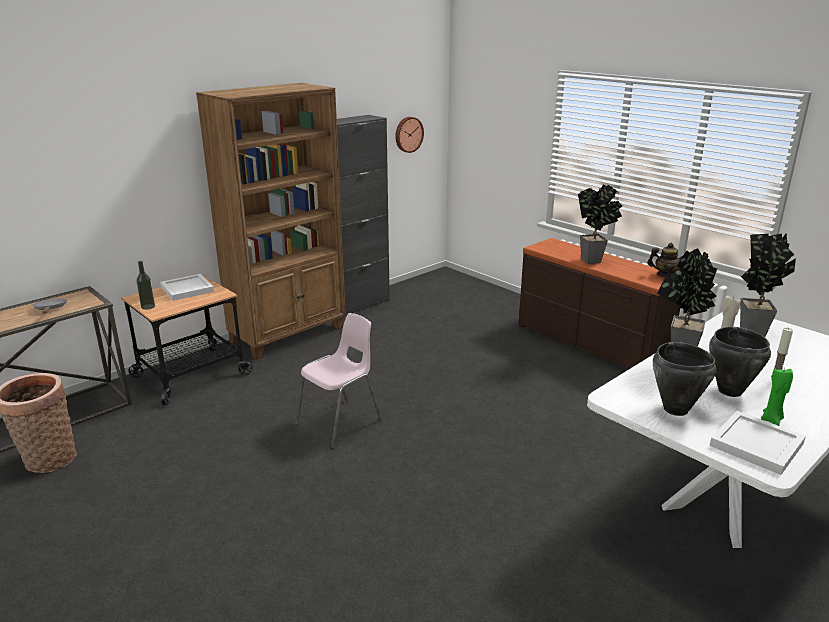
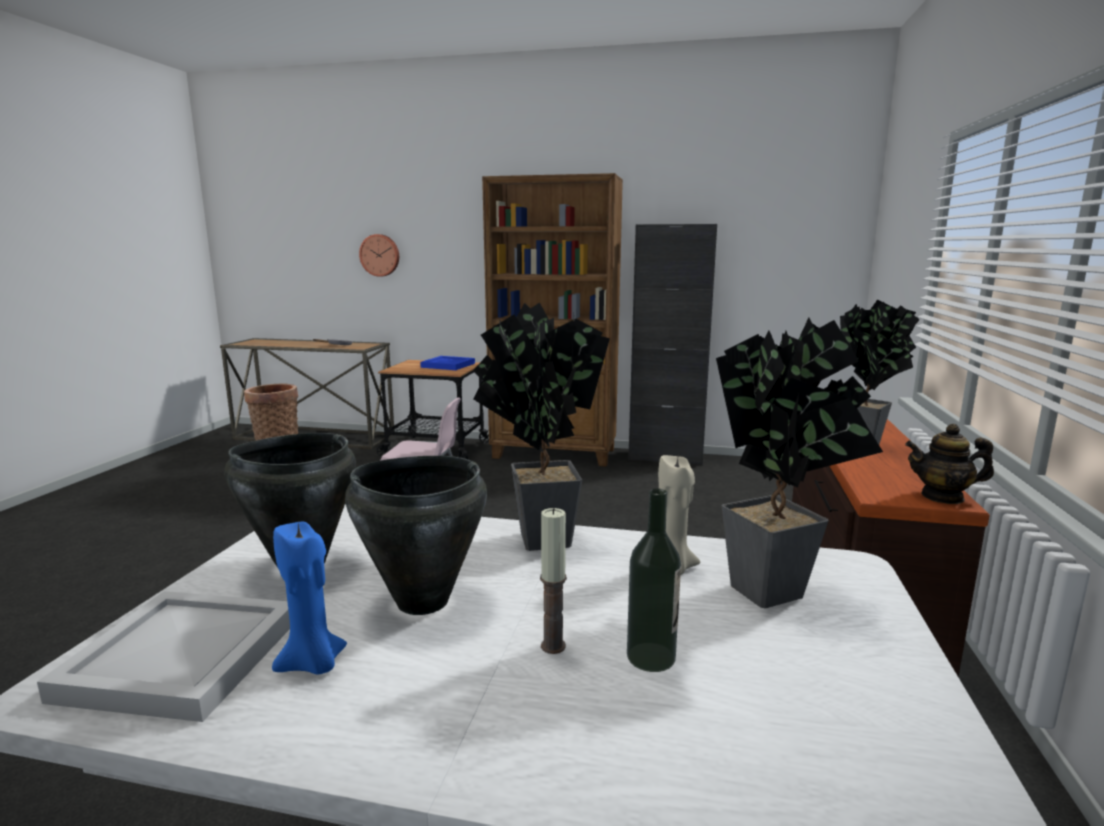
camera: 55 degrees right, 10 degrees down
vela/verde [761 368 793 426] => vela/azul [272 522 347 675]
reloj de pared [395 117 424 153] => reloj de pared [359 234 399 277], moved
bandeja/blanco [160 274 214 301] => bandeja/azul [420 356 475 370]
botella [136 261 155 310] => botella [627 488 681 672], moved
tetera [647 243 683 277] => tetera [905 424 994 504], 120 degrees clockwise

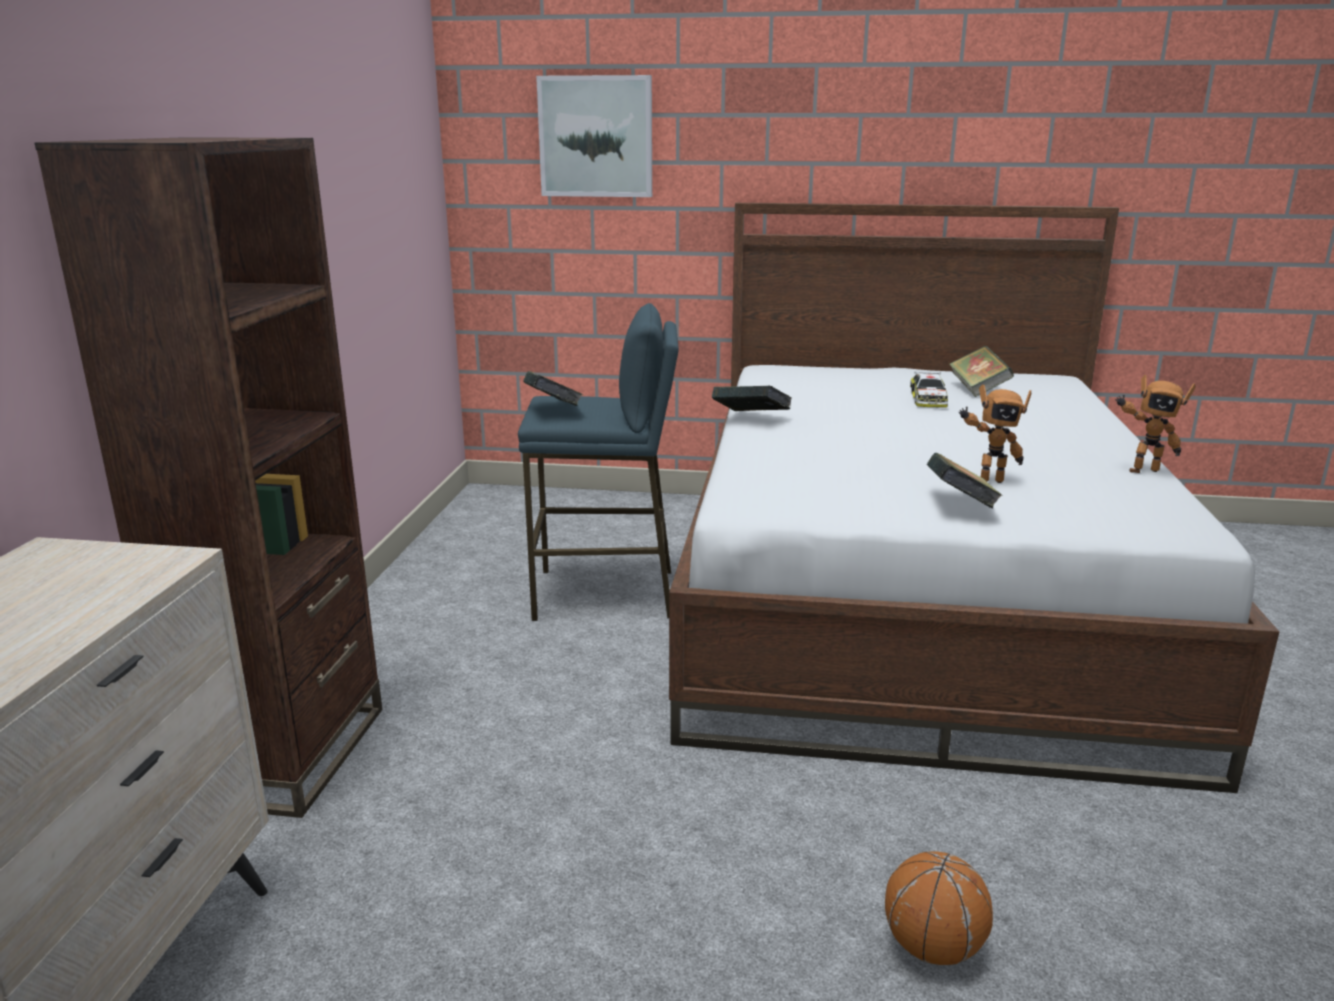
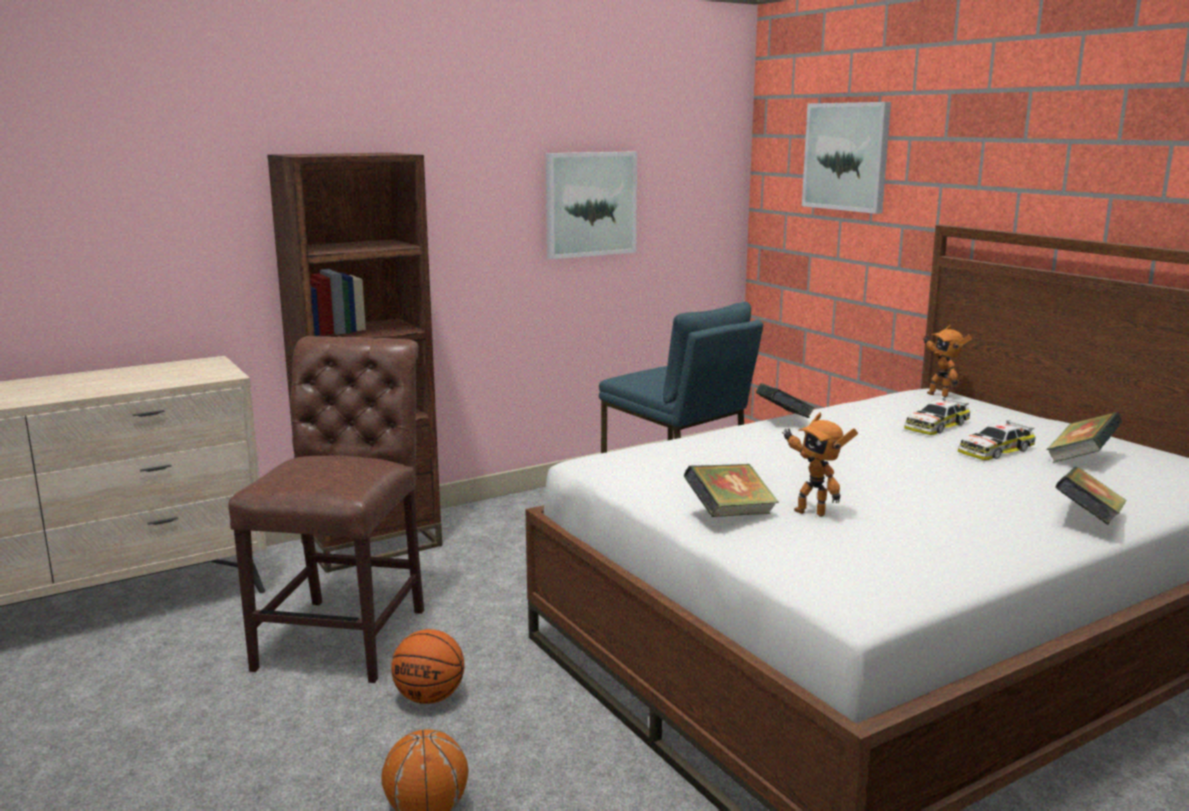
camera: 50 degrees right, 5 degrees down
nothing => silla/marrón [228 336 424 683]
nothing => balón de baloncesto [391 629 464 704]
nothing => cuadro [546 152 637 259]
nothing => coche de juguete [904 397 970 435]
robot de juguete [1115 375 1196 473] => robot de juguete [923 325 972 397], moved
libro [523 371 583 406] => libro [1055 467 1127 525], moved

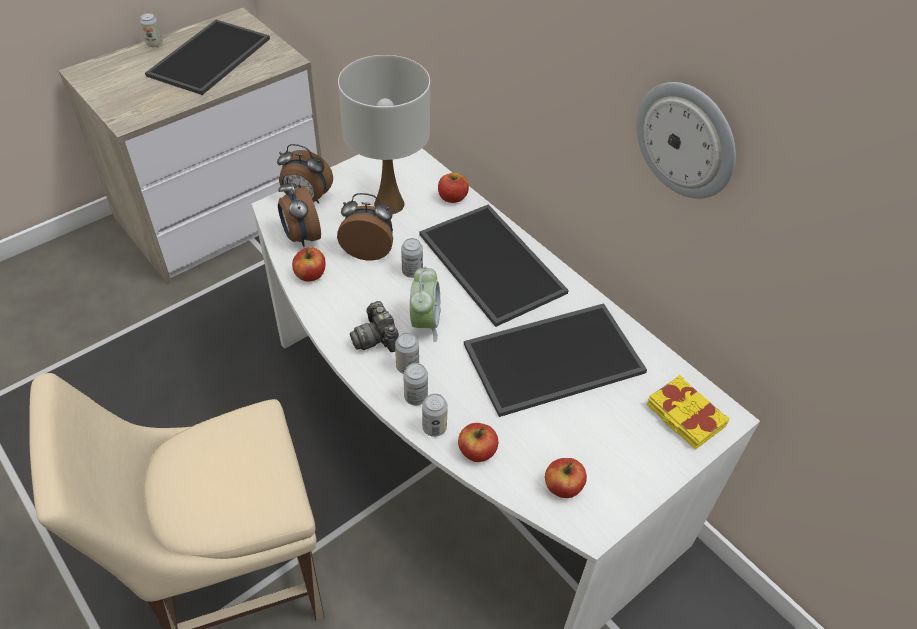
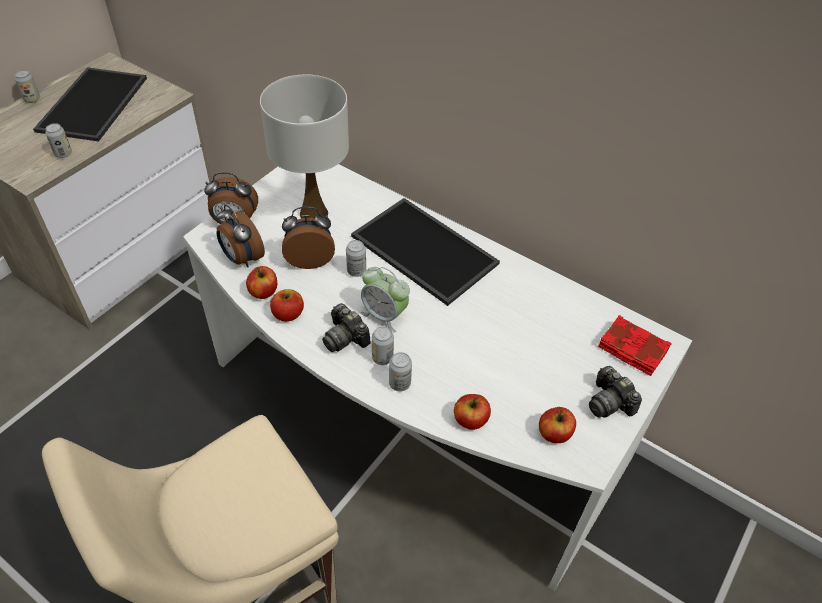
camera: 15 degrees left, 0 degrees up
lata [422 394 448 437] => lata [45 123 72 158], moved
manzana [438 173 469 203] => manzana [270 289 304 322], moved
despertador [410 267 441 342] => despertador [361 267 410 332], 135 degrees clockwise
nothing => cámara [589 366 642 418]
libro/amarillo [647 375 730 450] => libro/rojo [598 315 672 376]
bandeja [464 303 647 417] => nothing
reloj de pared [636 82 736 199] => nothing

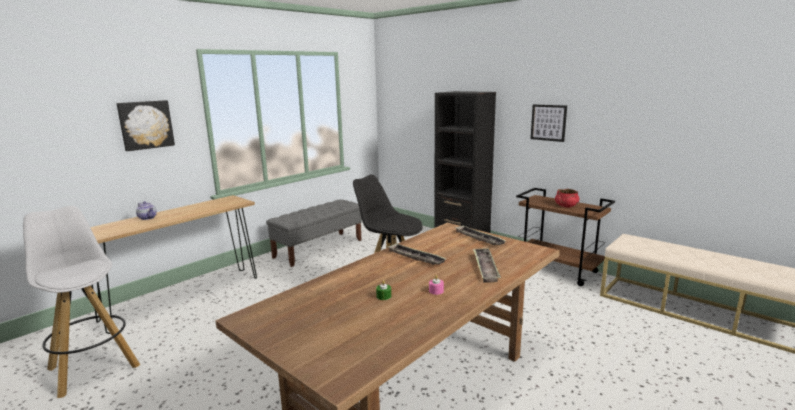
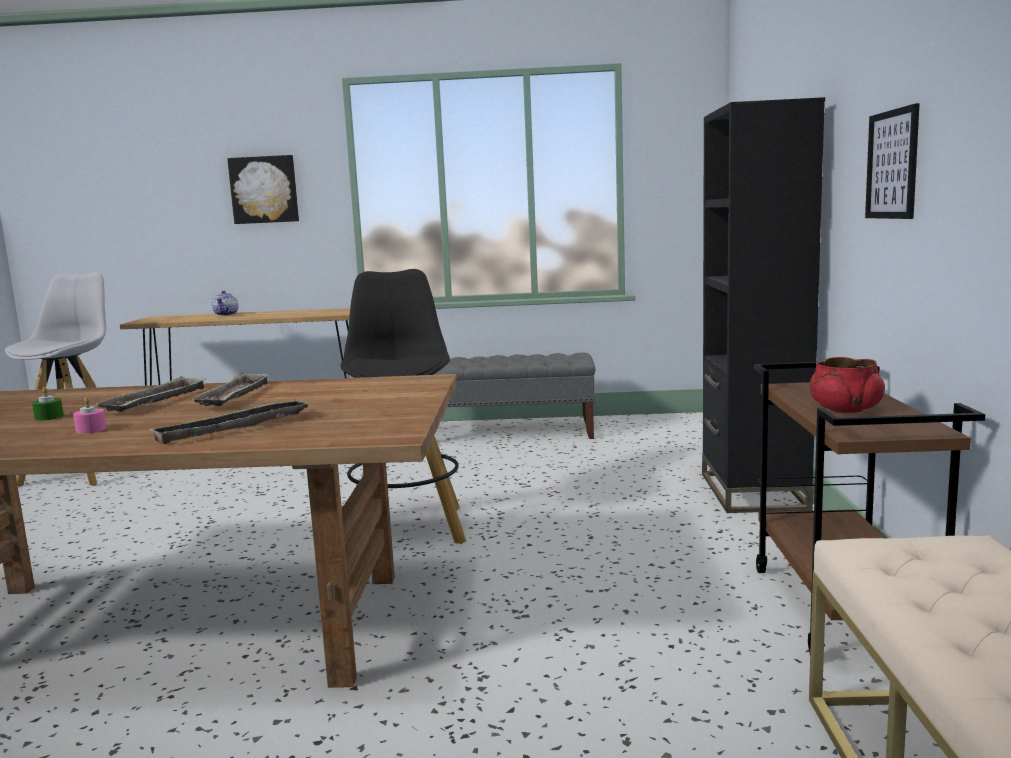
camera: 50 degrees right, 5 degrees down
bandeja [454 226 506 245] => bandeja [96 376 206 412], moved

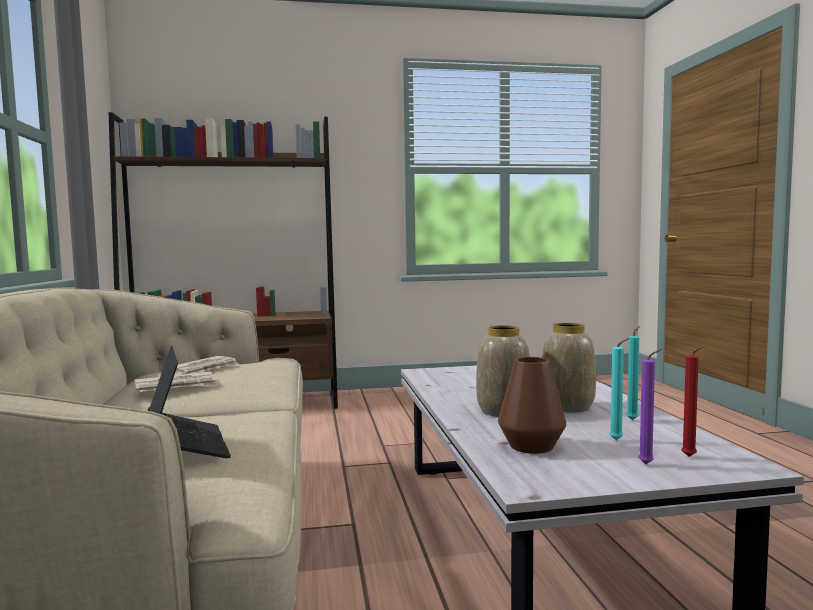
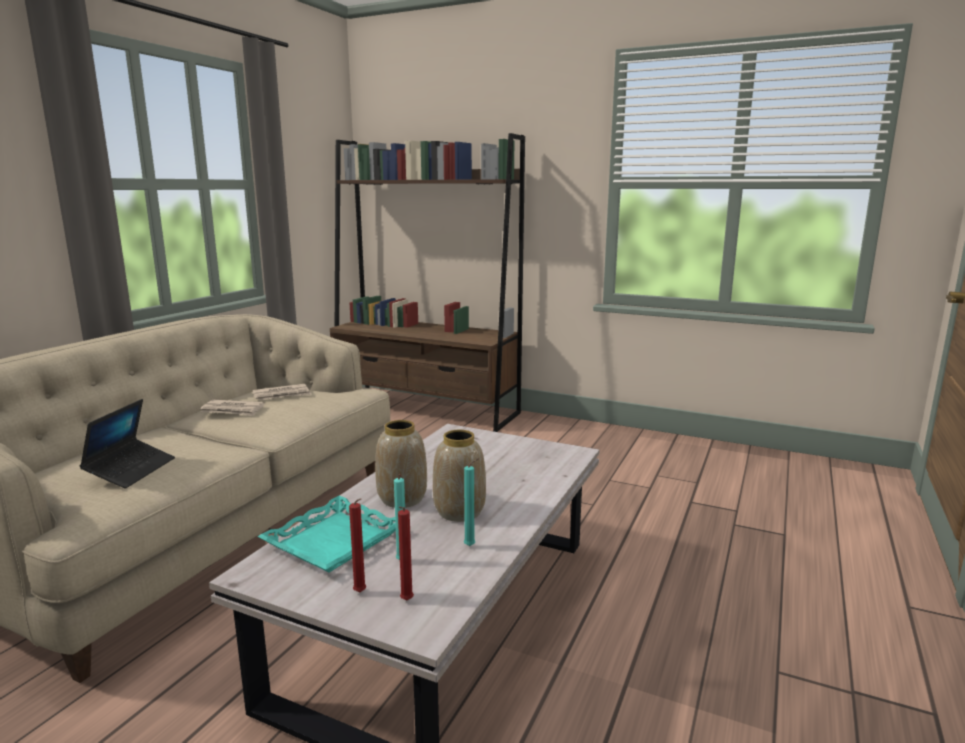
camera: 35 degrees right, 10 degrees up
florero/marrón [498 357 566 454] => bandeja/turquesa [257 496 396 572]
vela/morado [638 349 662 464] => vela/rojo [349 498 367 592]

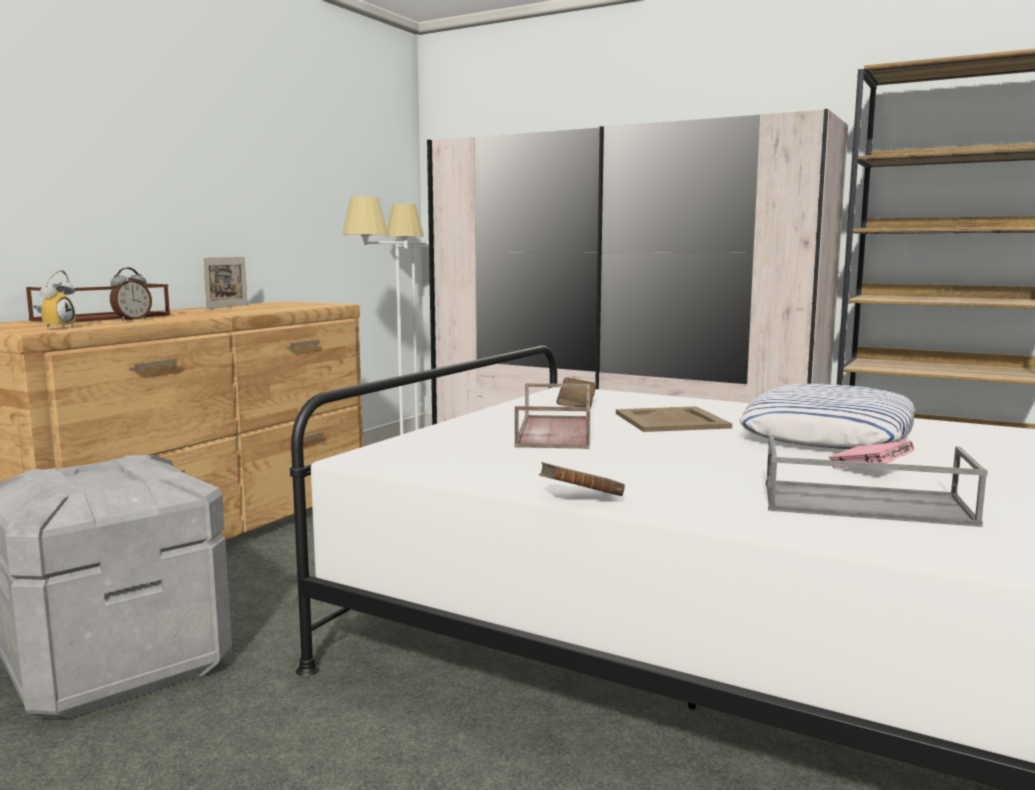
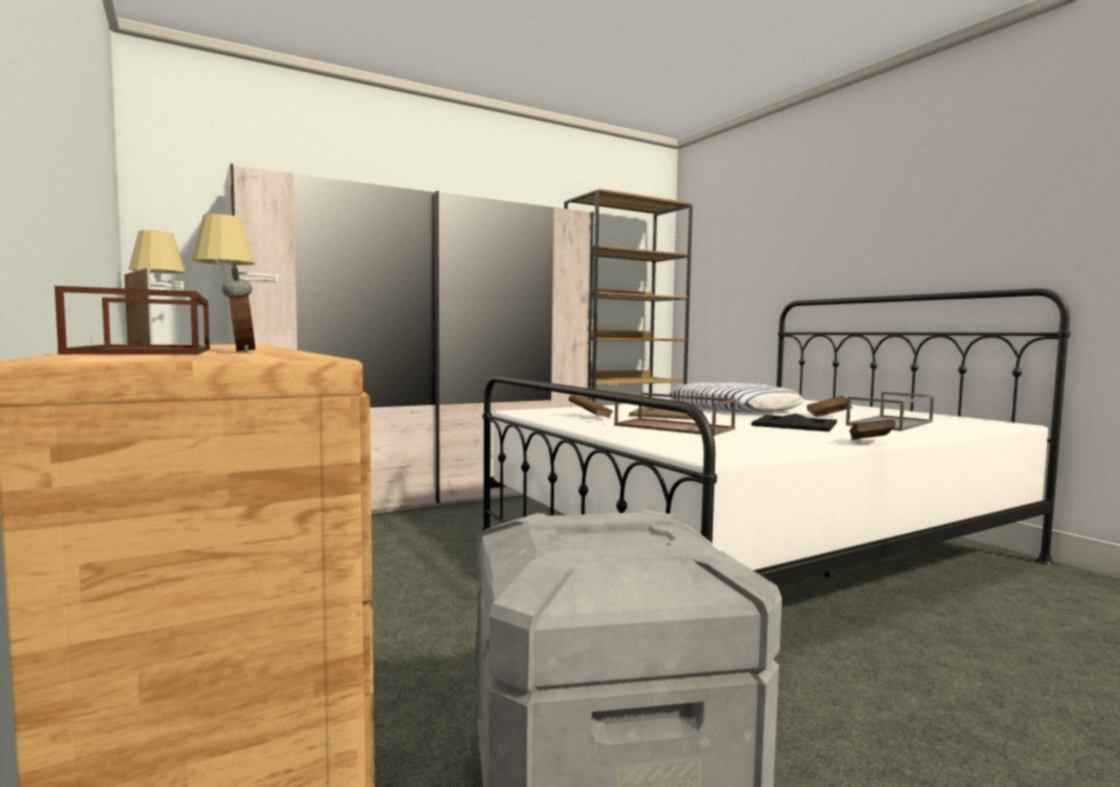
camera: 60 degrees left, 5 degrees down
nothing => bandeja/negro [751 413 837 432]
libro/rosa [829 441 914 468] => libro/marrón [807 396 852 417]
despertador [33 270 76 329] => nothing

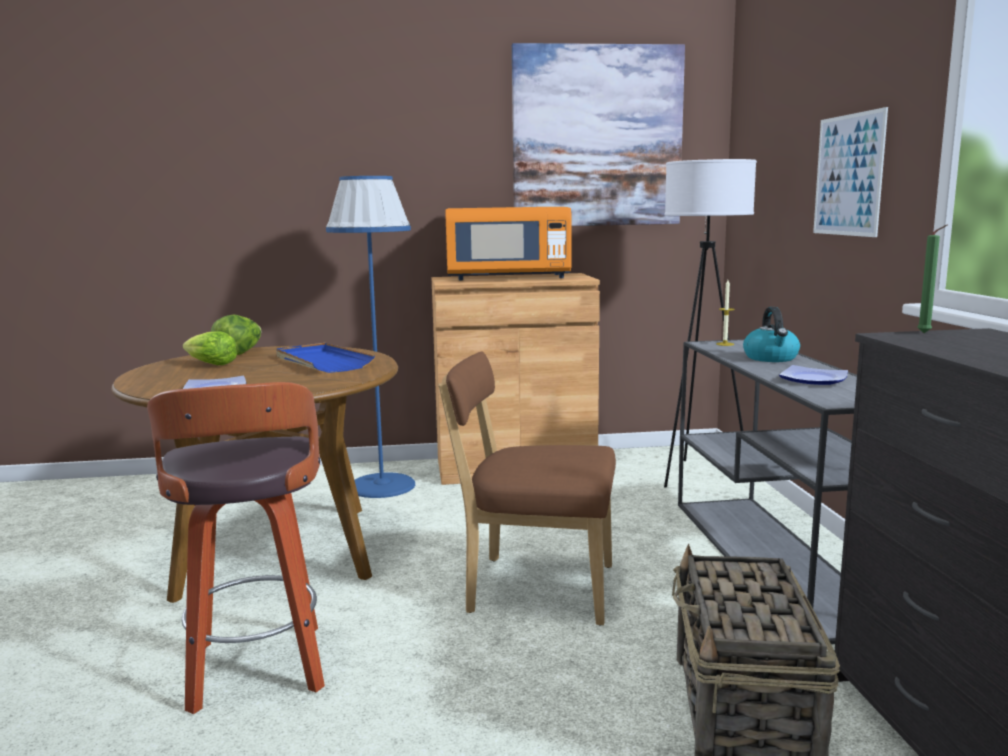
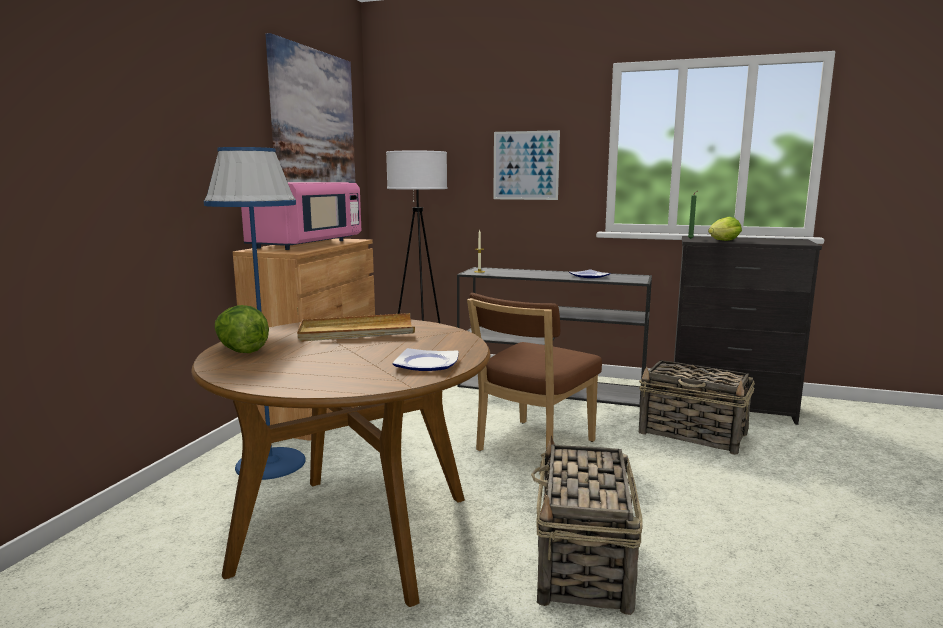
camera: 65 degrees left, 0 degrees up
microondas/naranja [445 207 571 280] => microondas/rosa [241 182 361 250]
bandeja/azul [276 343 375 373] => bandeja/beis [297 313 415 342]
taburete [147 382 325 714] => cesta [531 436 643 615]
lechuga [183 331 237 365] => lechuga [708 217 742 241], moved
hervidor [743 307 800 362] => nothing

